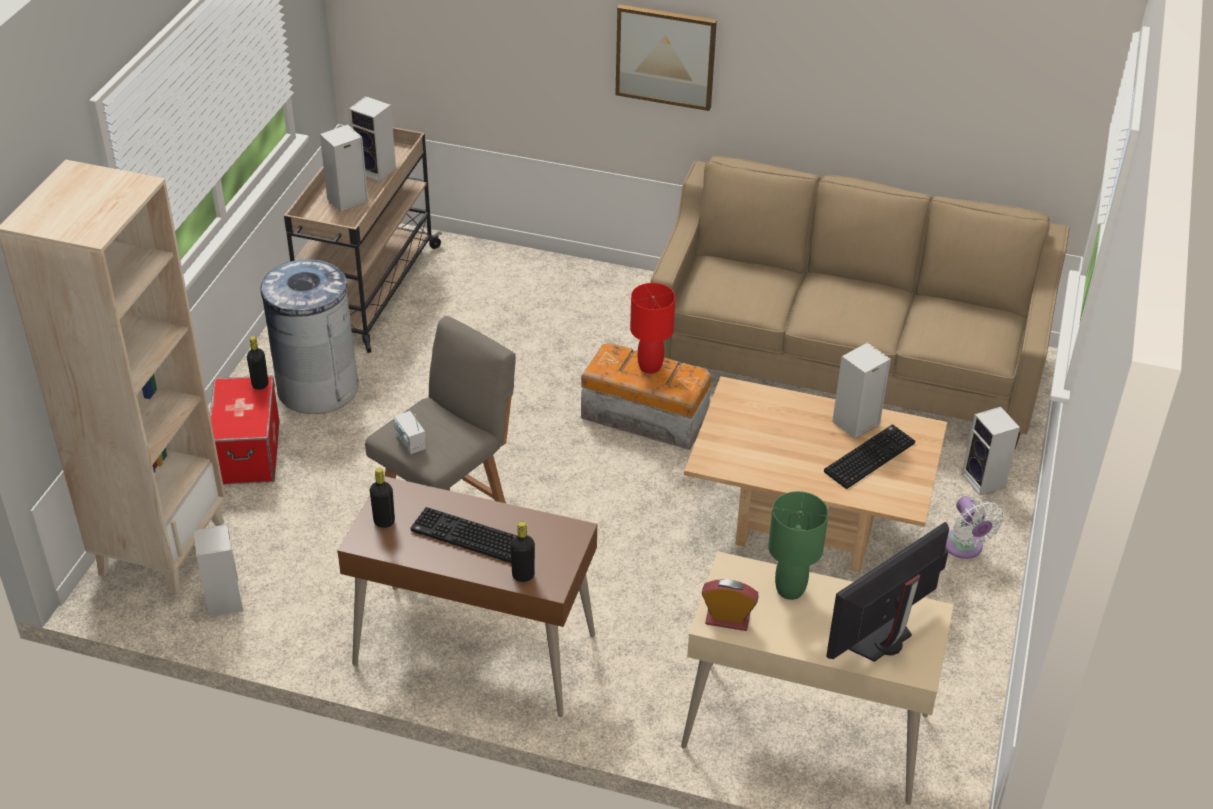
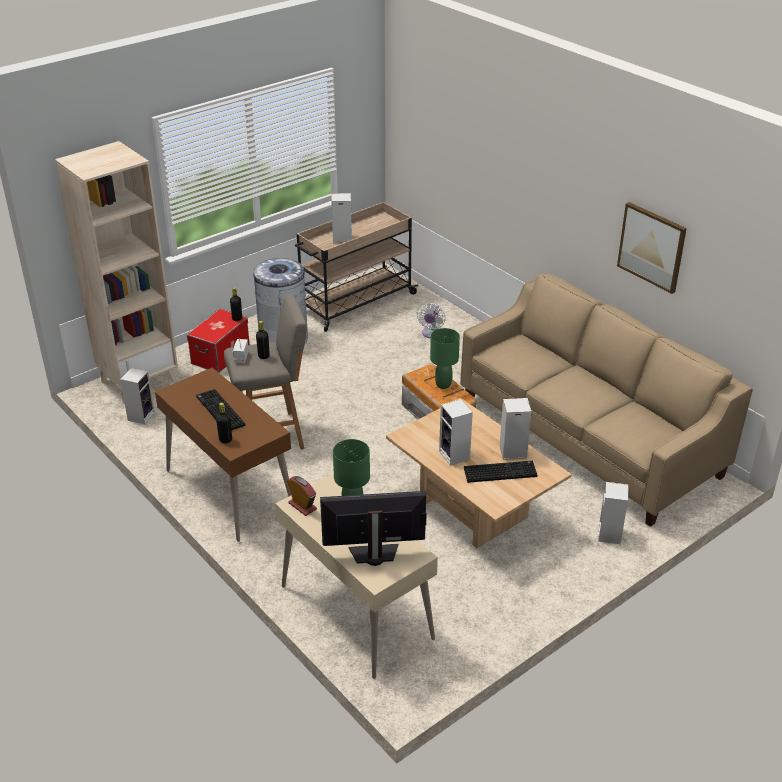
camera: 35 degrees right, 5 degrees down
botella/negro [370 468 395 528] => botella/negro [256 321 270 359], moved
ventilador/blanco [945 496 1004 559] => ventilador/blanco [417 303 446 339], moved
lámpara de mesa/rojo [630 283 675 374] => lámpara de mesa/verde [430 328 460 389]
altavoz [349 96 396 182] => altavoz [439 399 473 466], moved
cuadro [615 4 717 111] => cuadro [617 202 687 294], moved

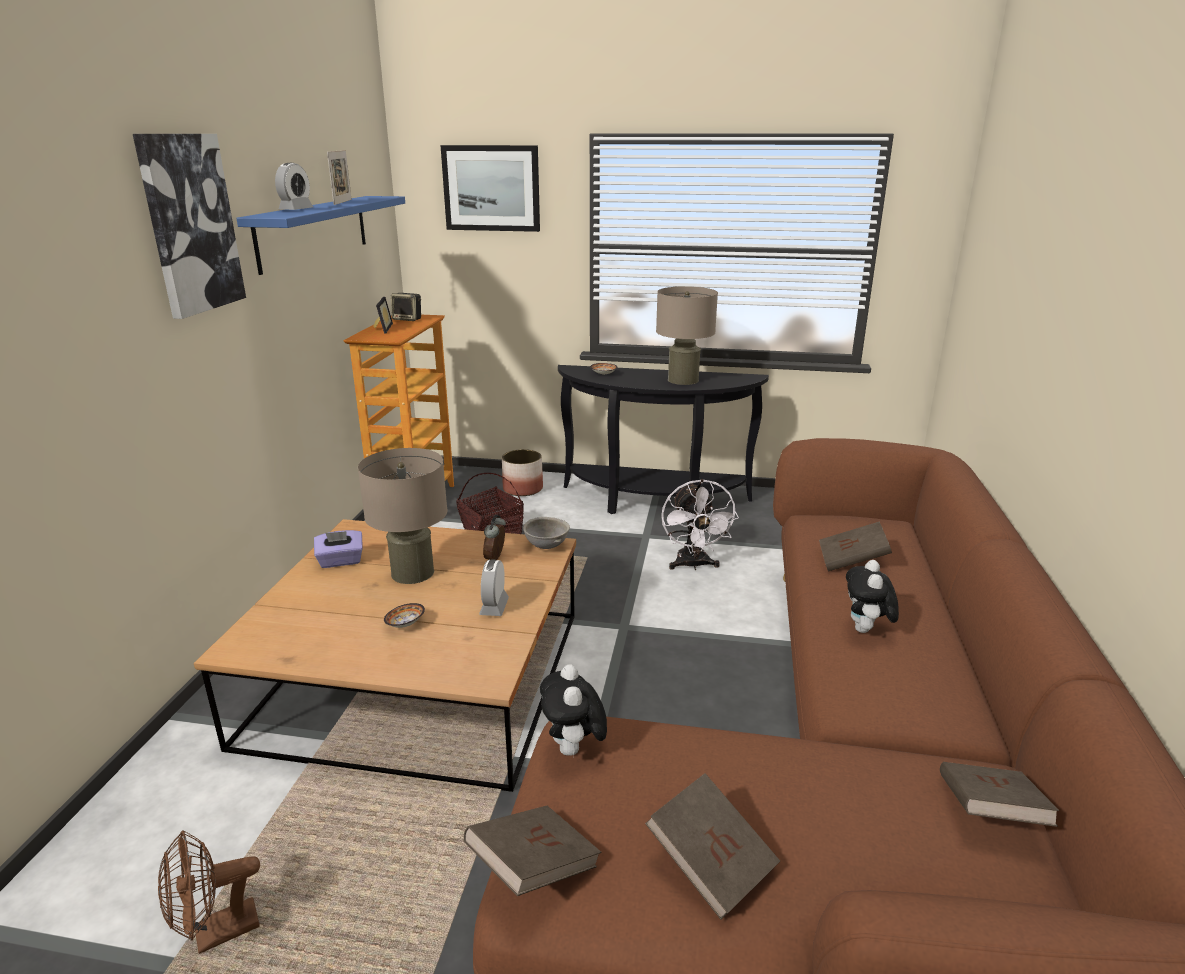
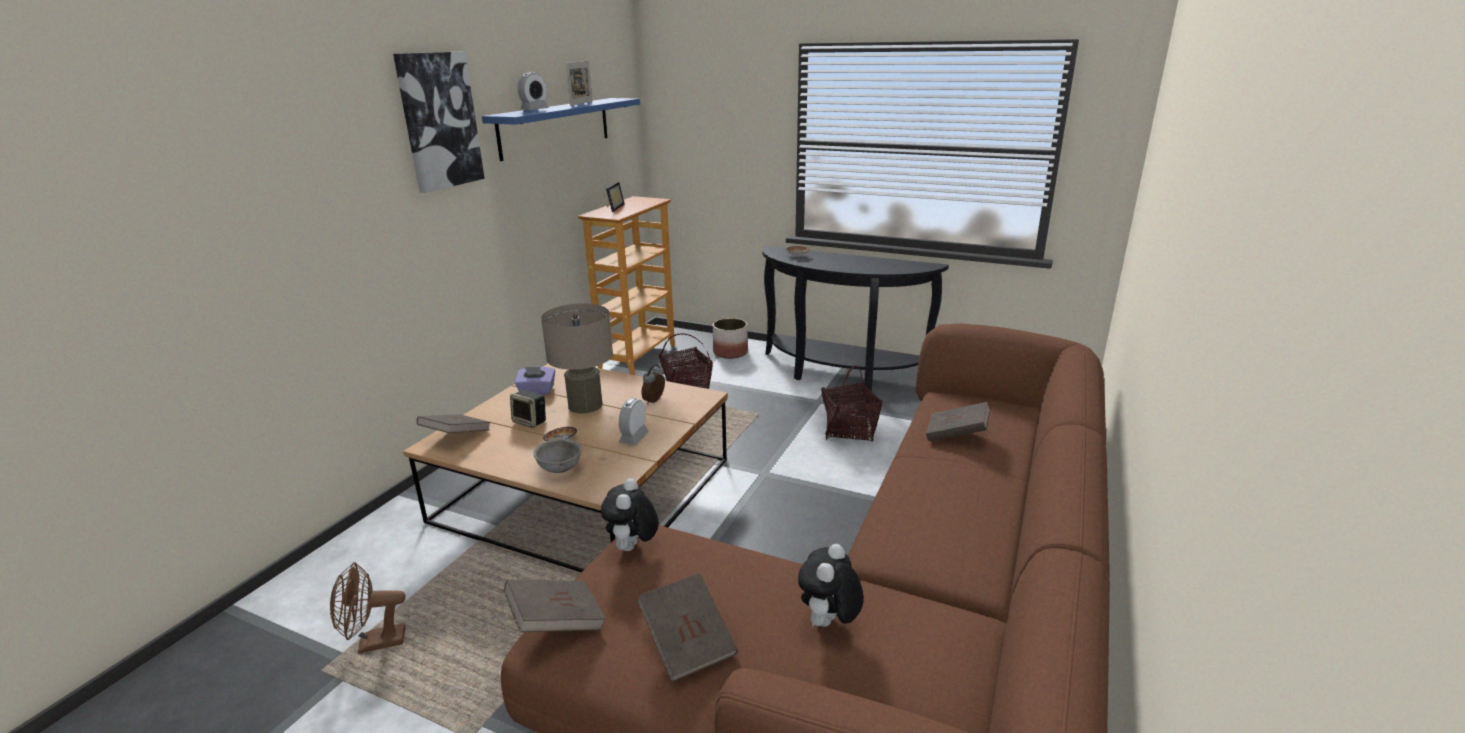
camera: 15 degrees right, 0 degrees up
libro/marrón [940 762 1059 827] => libro/marrón [417 414 491 433], moved
altavoz [391 293 421 321] => altavoz [510 390 546 428], moved
cuenco/gris [523 517 570 549] => cuenco/gris [533 439 582 473], moved
peluche [846 560 899 633] => peluche [798 544 864 627], moved
ventilador/blanco [661 479 739 570] => cesta [821 365 882 441]
cuadro [441 145 540 232] => nothing
lámpara de mesa/beis [656 286 718 385] => nothing

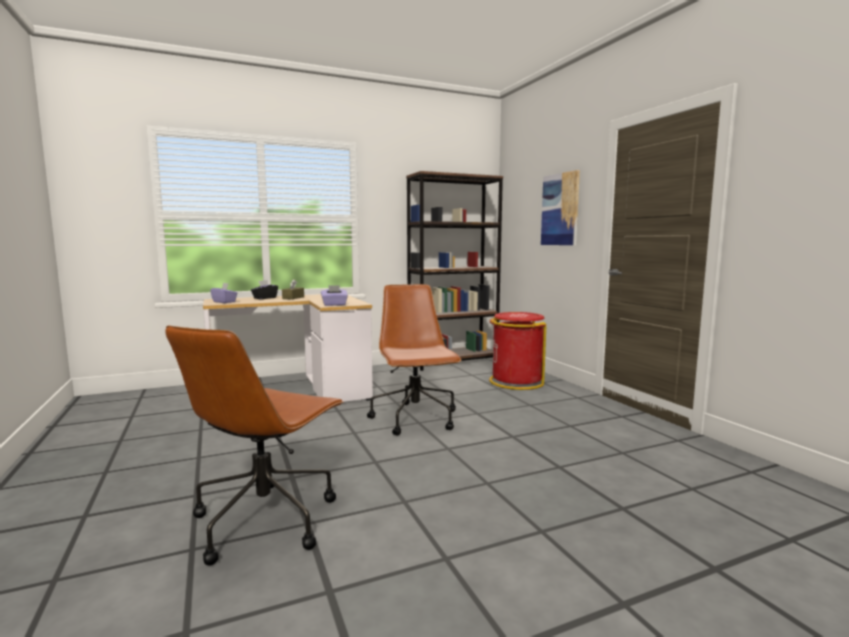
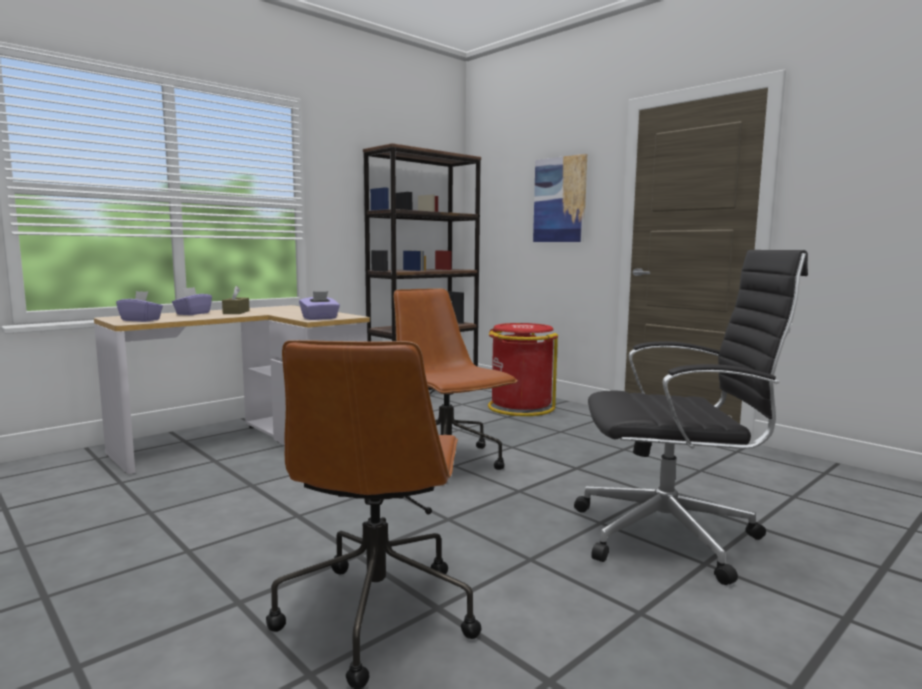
camera: 20 degrees left, 0 degrees up
caja de pañuelos/negro [251 280 278 299] => caja de pañuelos/morado [172 287 212 315]
nothing => silla de oficina/negro [574 250 808 585]

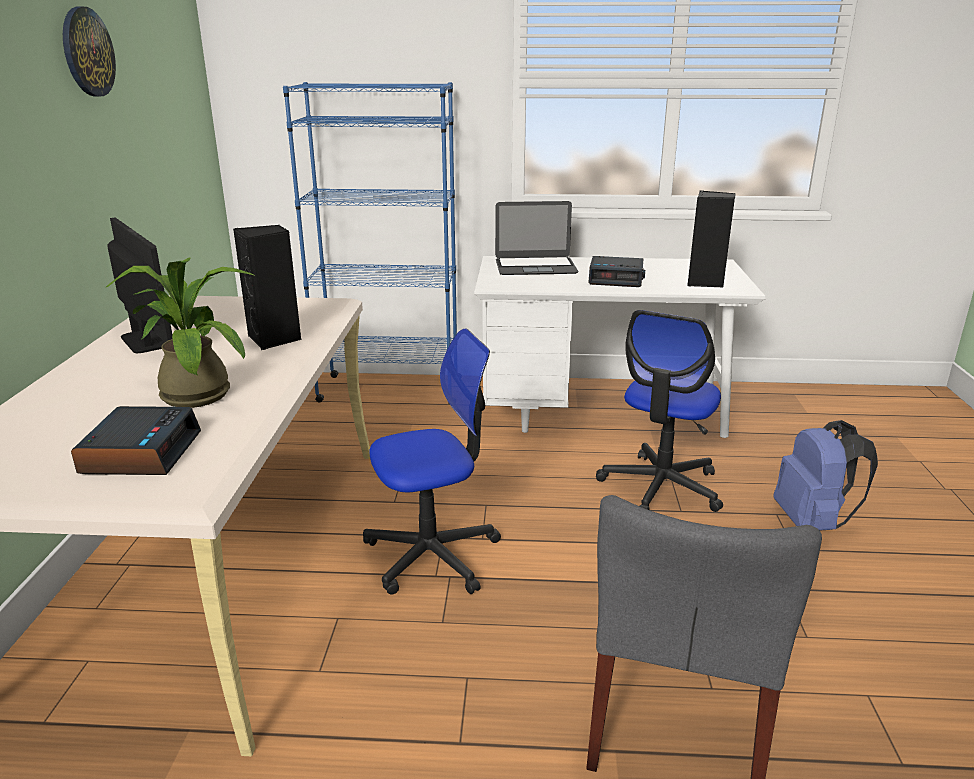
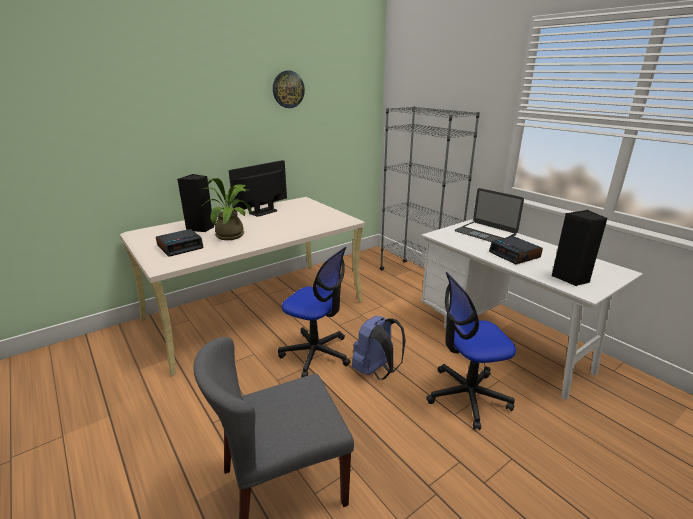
camera: 50 degrees right, 0 degrees up
altavoz/negro [233 225 301 350] => altavoz/negro [177 174 214 232], moved
monitor [107 217 172 353] => monitor [229 160 287 216], 150 degrees counterclockwise
mochila/azul [773 420 878 530] => mochila/azul [352 316 406 380], moved
estantería/azul [283 82 457 405] => estantería/gris [380 106 480 270]

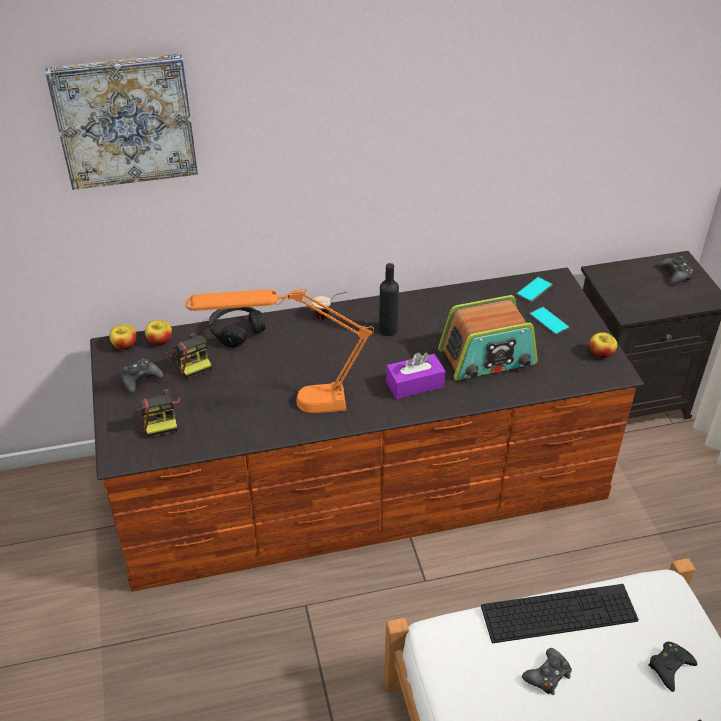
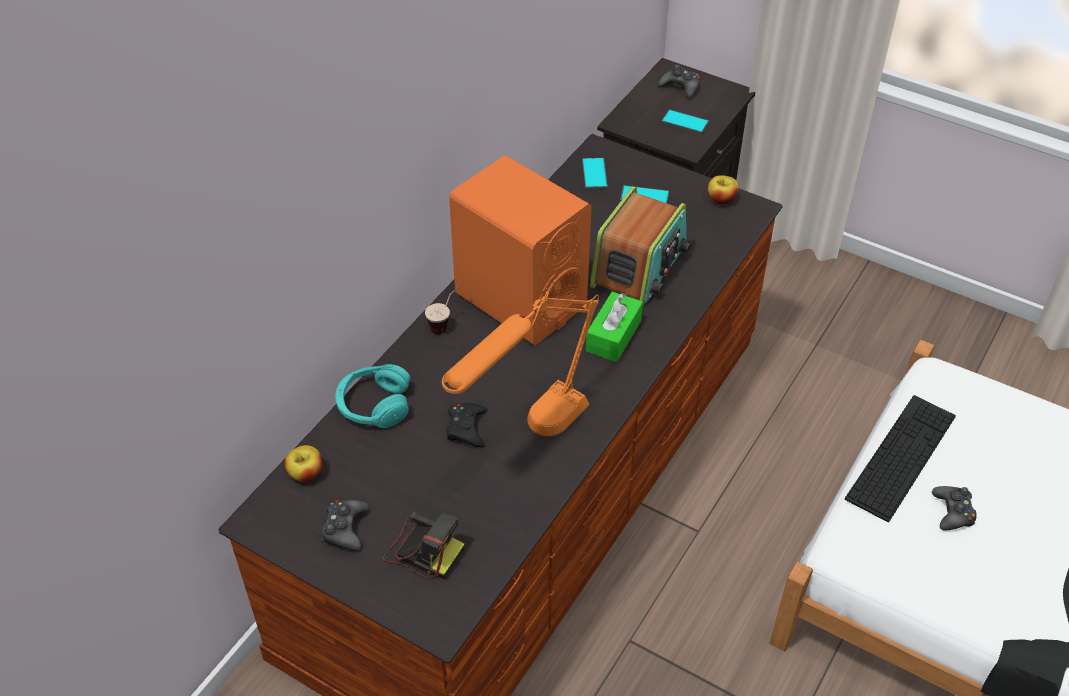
camera: 45 degrees left, 5 degrees up
auriculares/negro [209 307 265 348] => auriculares/turquesa [335 364 410 428]
mando de consola/negro [648 642 697 692] => mando de consola/negro [446 403 487 447], moved
botella/negro [379 263 399 336] => altavoz/naranja [449 155 592 345]
caja de pañuelos/morado [386 352 445 399] => caja de pañuelos/verde [586 292 643 362]
nothing => móvil [662 110 709 134]
cuadro [45 54 198 190] => nothing
manzana [109 325 136 350] => nothing
cámara [164 333 212 379] => nothing

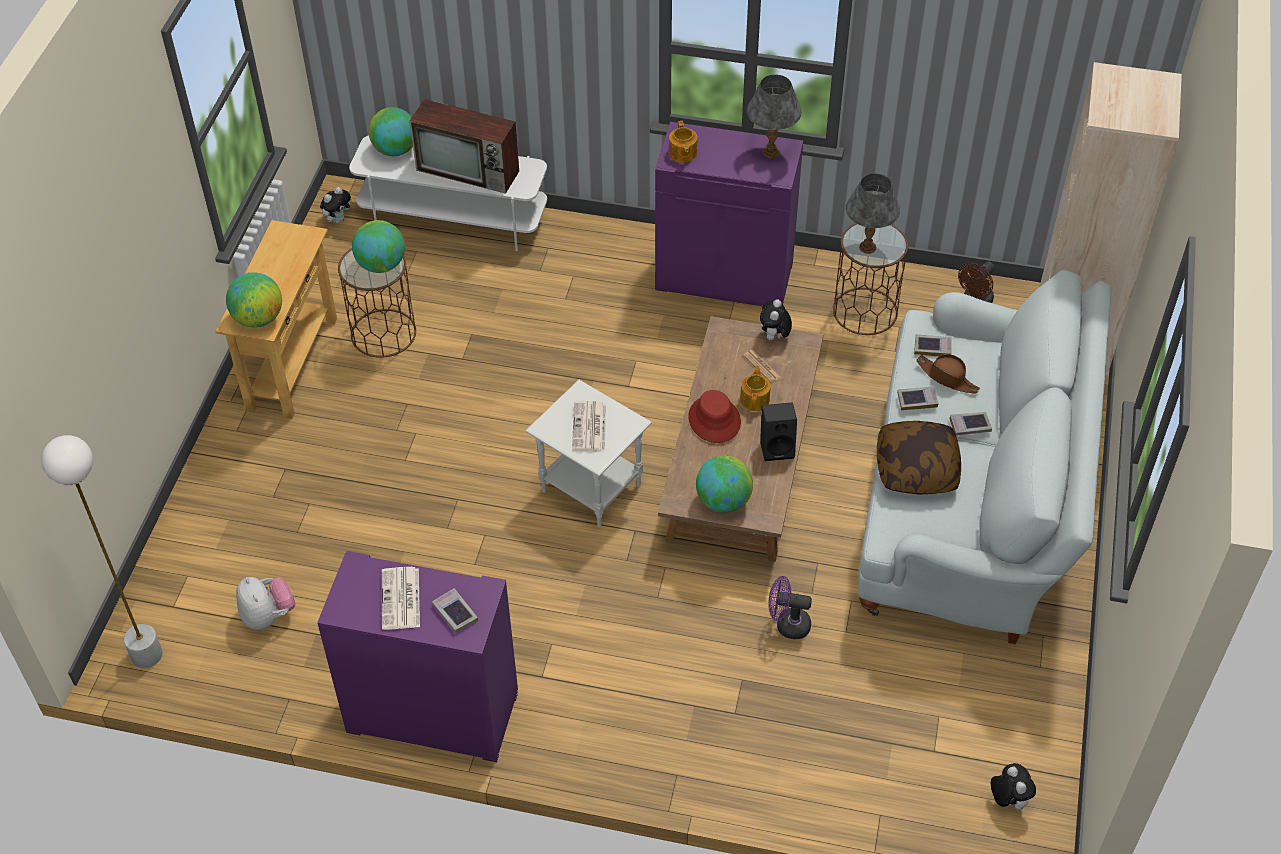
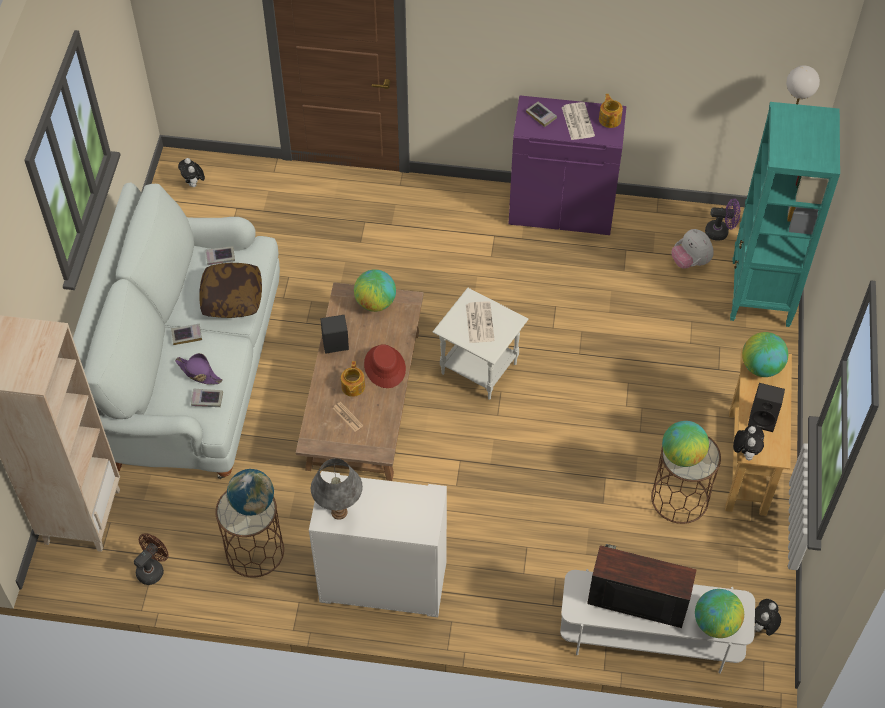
camera: 175 degrees right, 5 degrees up
sombrero/marrón [916 354 980 394] => sombrero/morado [175 353 223 385]
libro [897 386 939 410] => libro [205 246 235 265], moved
lámpara de mesa/gris [846 173 900 254] => globo terráqueo [227 469 274 516]
armario/morado [655 122 803 306] => armario/blanco [309 471 447 617]
tetera [669 121 697 163] => tetera [599 94 623 128], moved
ventilador/morado [769 576 812 639] => ventilador/morado [705 198 740 241], moved
nothing => estantería/turquesa [730 102 840 327]
peluche [760 299 792 340] => peluche [733 425 764 460], moved
nothing => altavoz/negro [748 383 785 432]

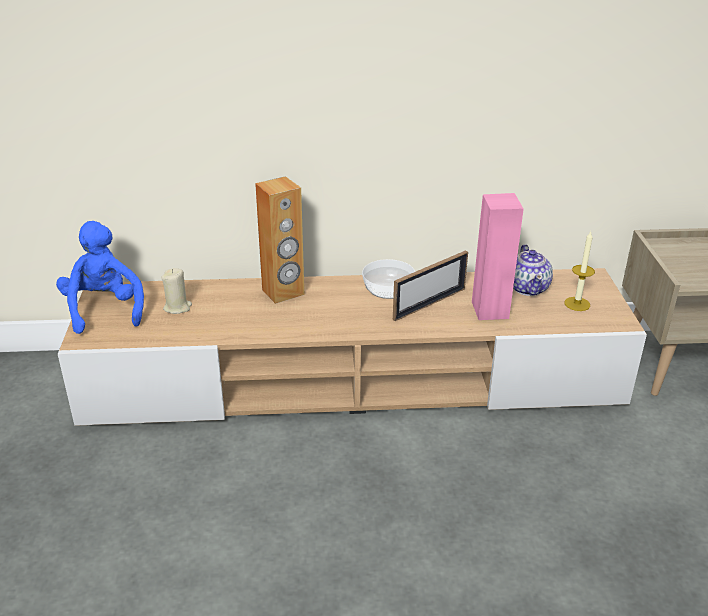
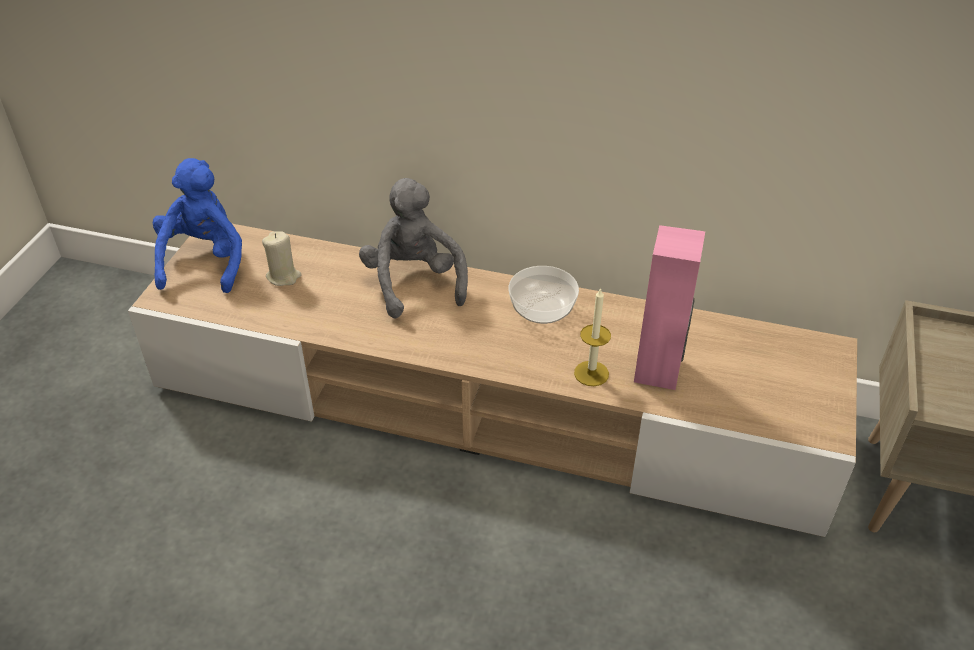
camera: 20 degrees right, 10 degrees up
altavoz/marrón [255 176 304 304] => peluche/gris [359 178 468 318]
vela [564 232 595 311] => vela [574 288 611 386], moved
portarretratos [393 250 468 321] => nothing
tetera [513 244 553 296] => nothing

